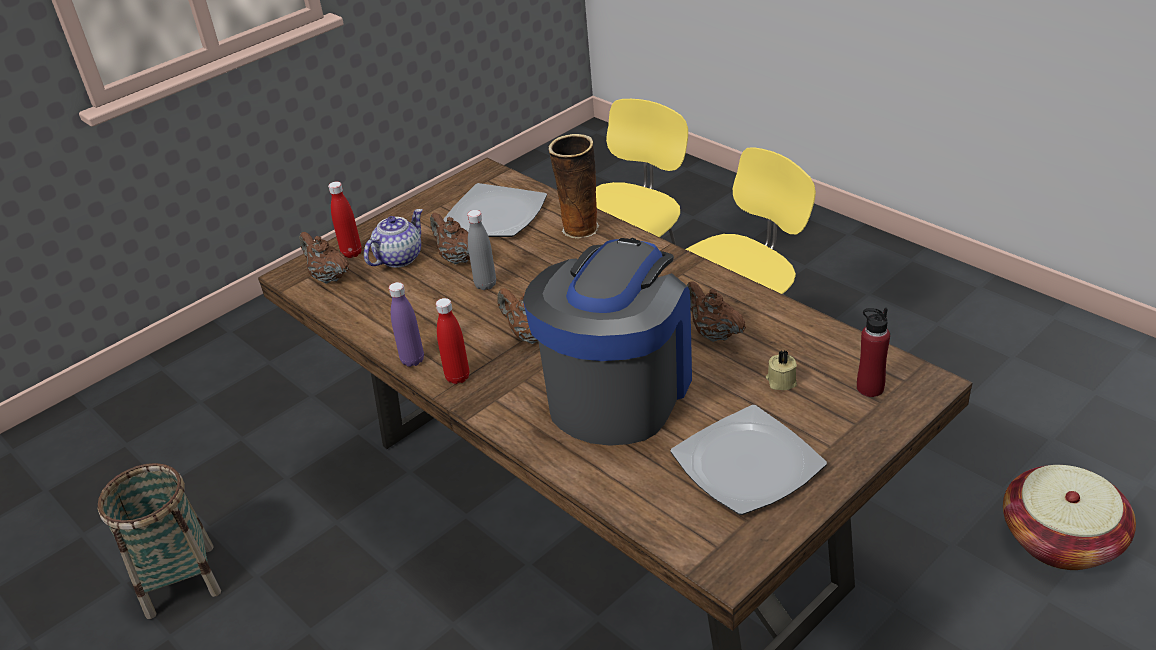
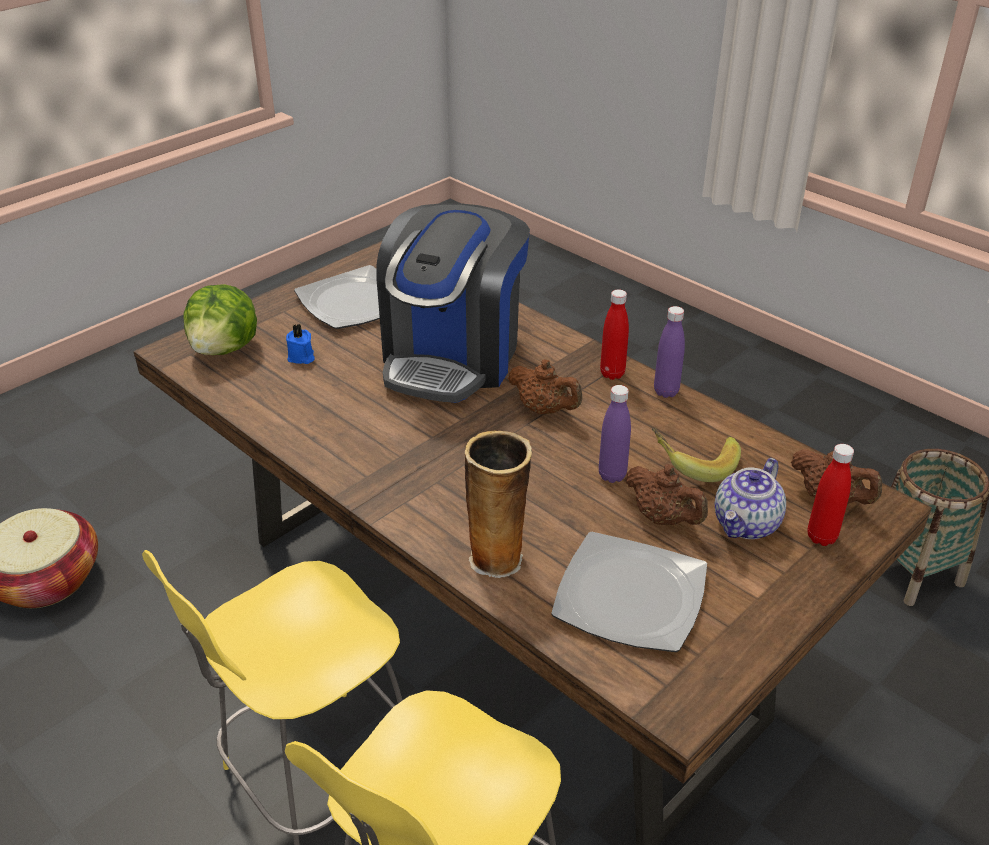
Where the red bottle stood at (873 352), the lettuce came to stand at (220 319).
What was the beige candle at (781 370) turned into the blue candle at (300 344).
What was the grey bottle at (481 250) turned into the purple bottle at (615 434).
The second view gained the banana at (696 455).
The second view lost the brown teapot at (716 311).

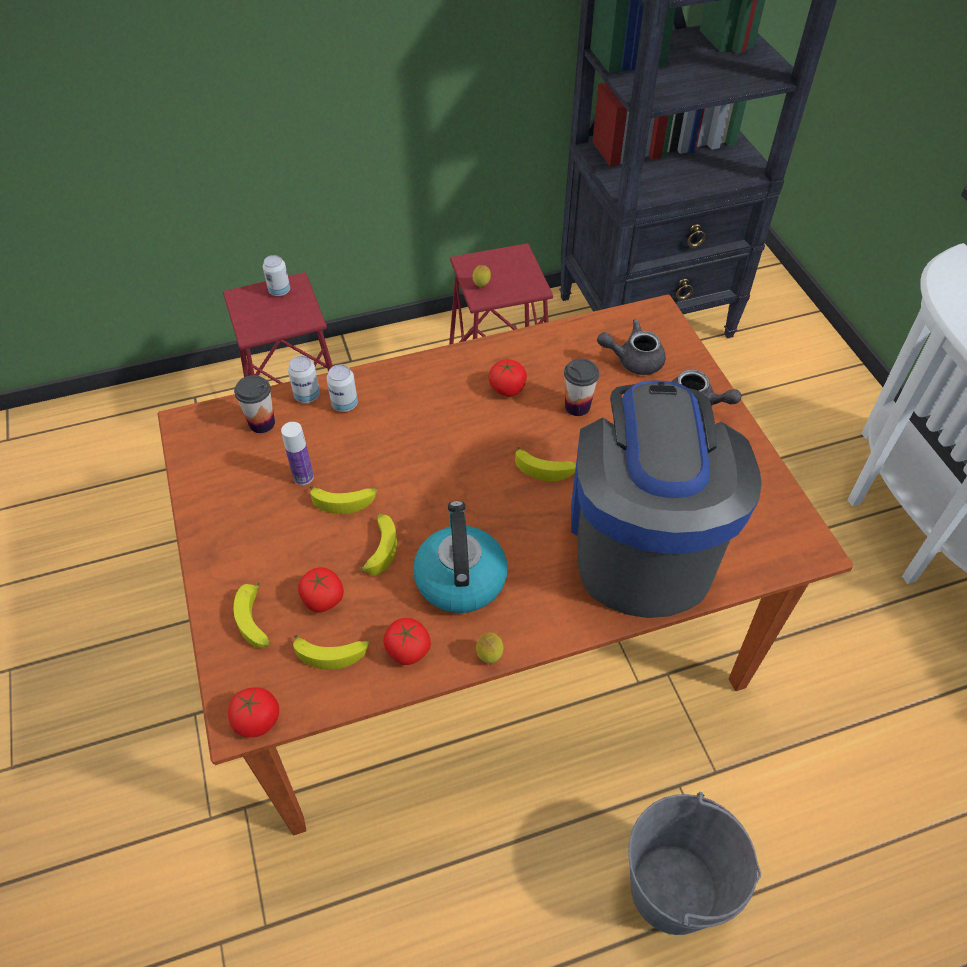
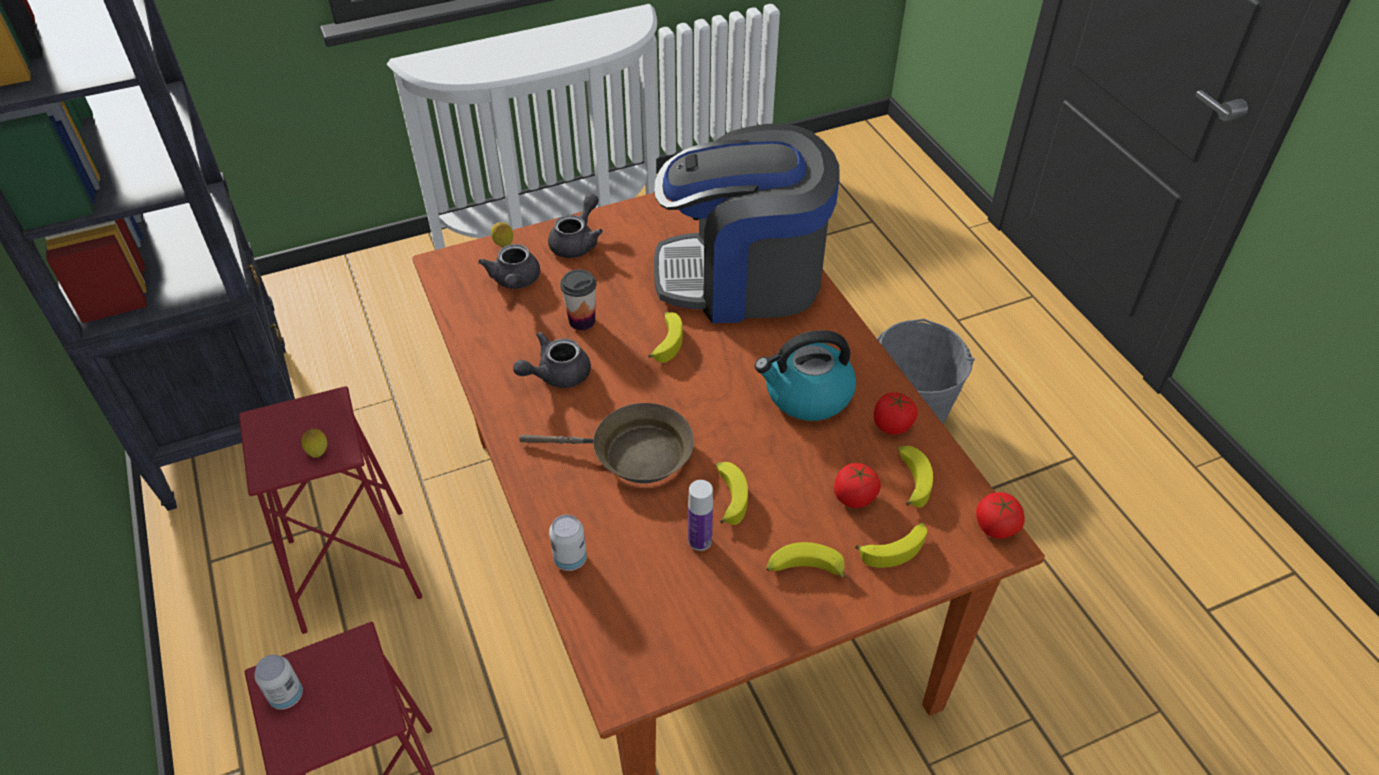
The lemon ended up elsewhere, having gone from (489 648) to (502 234).
Where the tomato stood at (508 377), the grey teapot came to stand at (552 360).
The second view gained the brown frying pan at (607 443).
The banana ended up elsewhere, having gone from (378 544) to (806 560).
The second view lost the cup at (254 404).
The second view lost the can at (342 388).

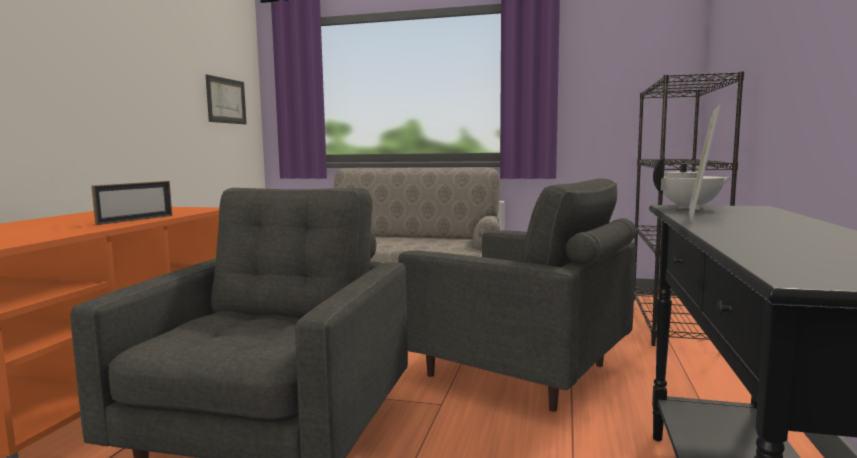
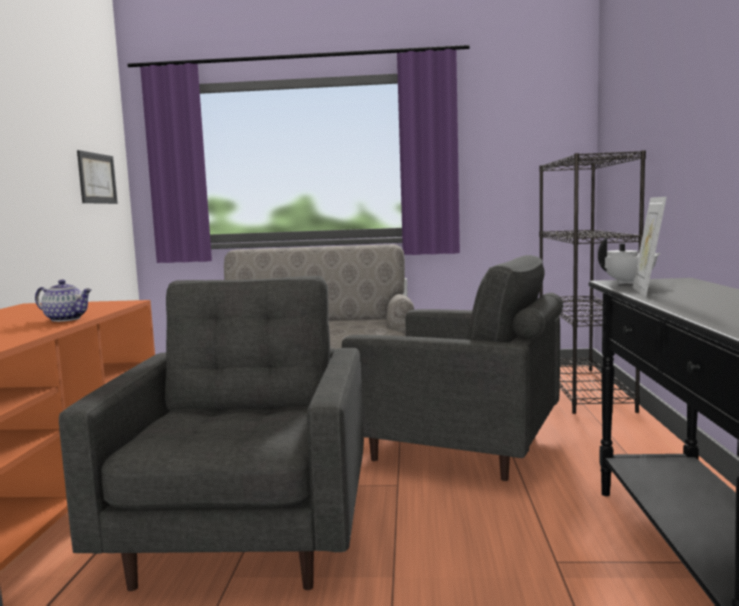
Where the picture frame stood at (131 203), the teapot came to stand at (63 301).

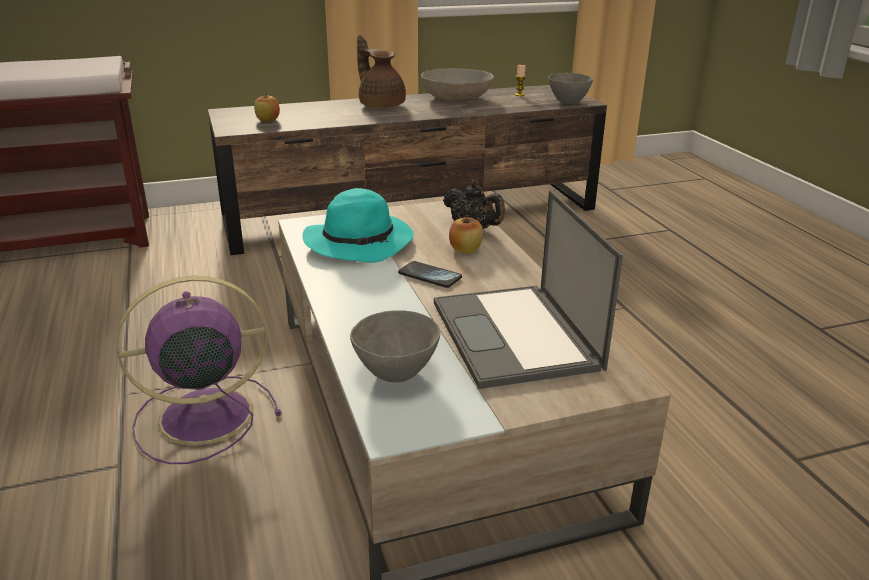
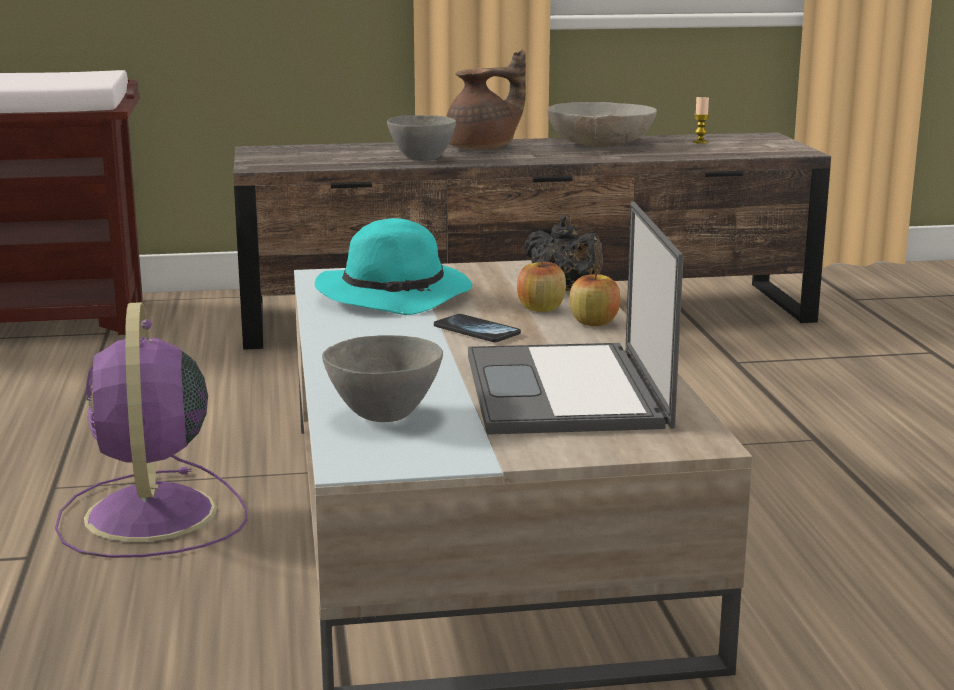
The purple fan at (199 370) ended up facing another way, 90 degrees counterclockwise from before.
The grey bowl ended up elsewhere, having gone from (570 88) to (421 138).
The brown teapot at (381 71) ended up facing another way, 90 degrees clockwise from before.
The apple ended up elsewhere, having gone from (267 107) to (595 298).

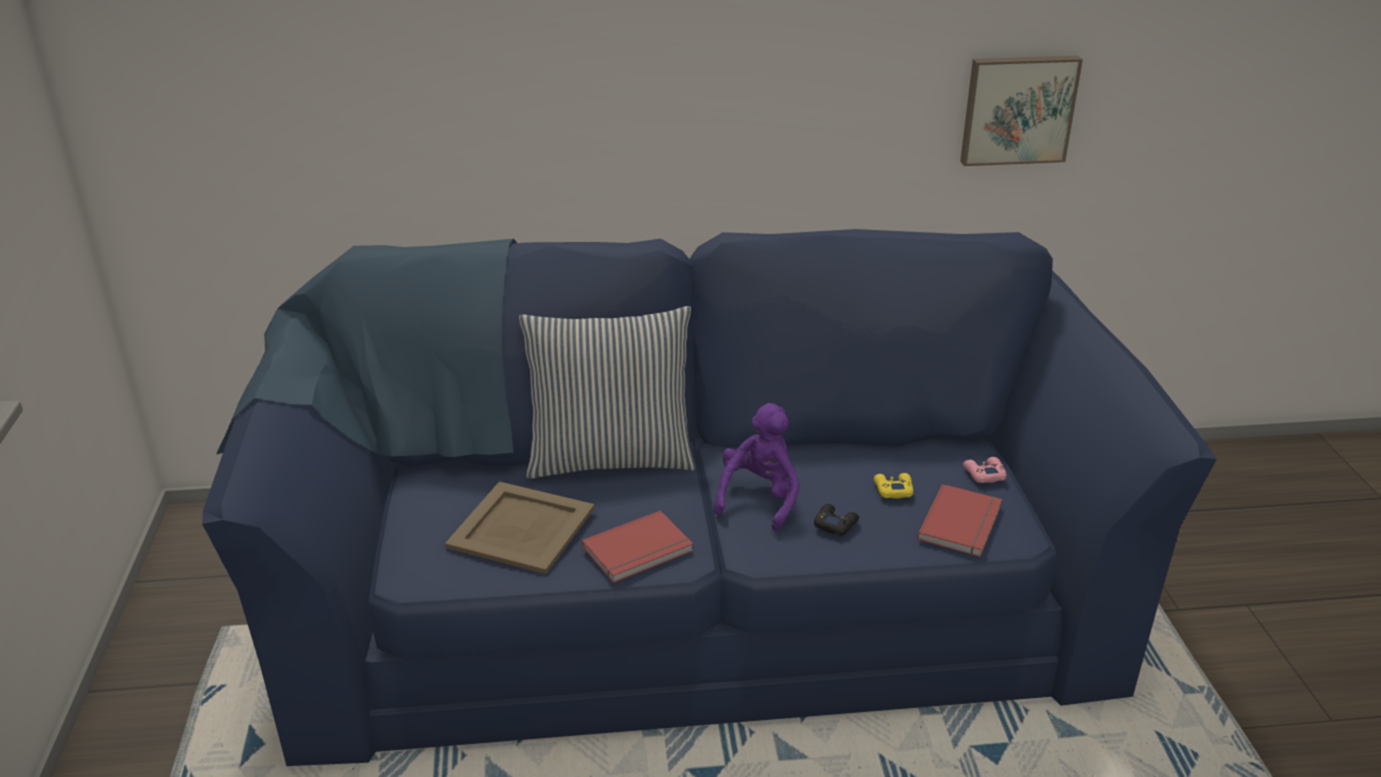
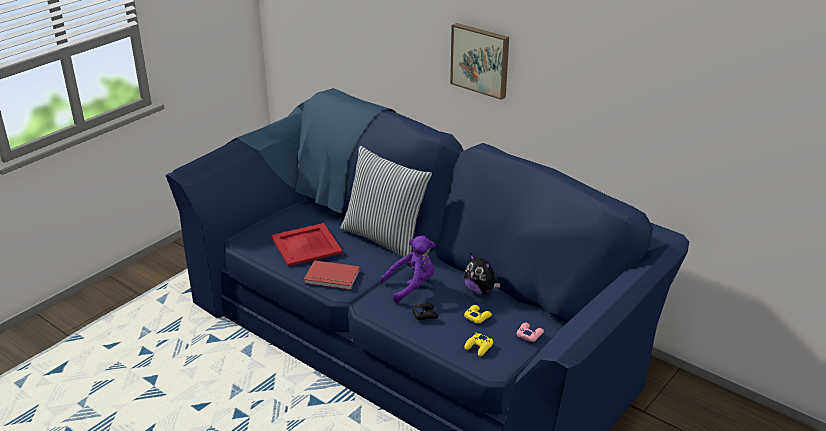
What was the beige tray at (520 528) turned into the red tray at (307 244).
The picture ended up elsewhere, having gone from (1021 111) to (479 61).
The second view gained the plush toy at (482 274).
Where the red book stood at (959 520), the yellow game controller came to stand at (478 344).

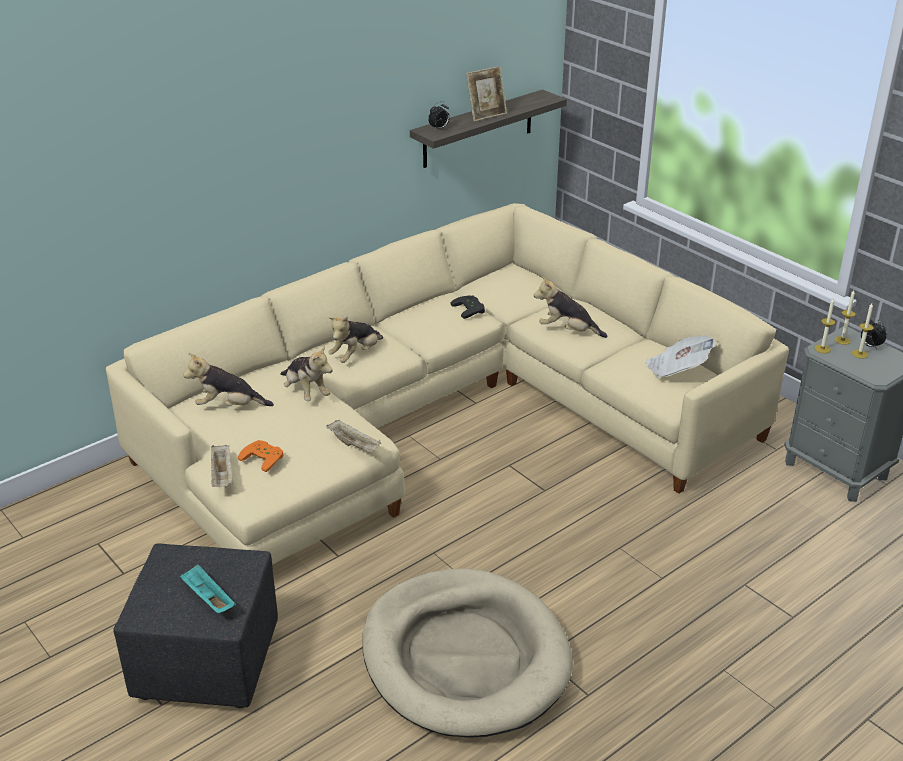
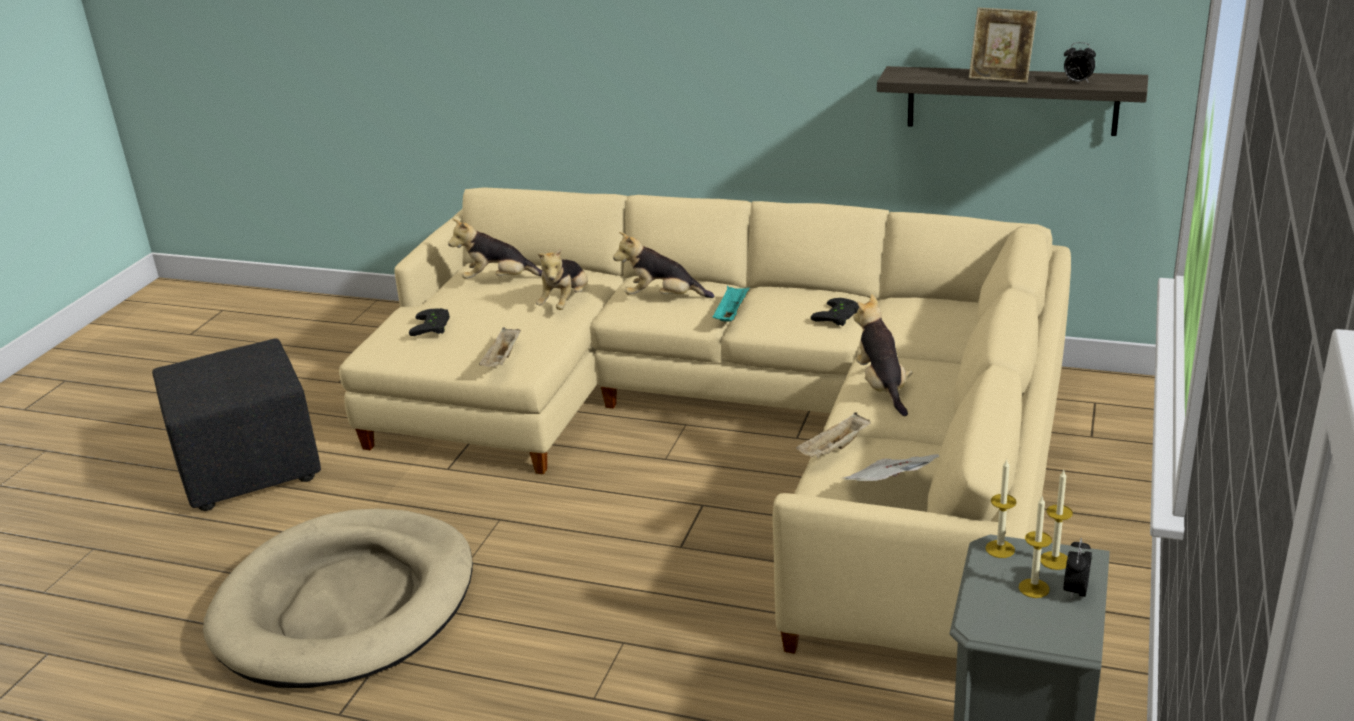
What was the orange game controller at (260 456) turned into the black game controller at (429 322).
The plush toy at (228 379) ended up facing another way, 60 degrees counterclockwise from before.
The turquoise tray ended up elsewhere, having gone from (208 588) to (731 304).
The beige tray ended up elsewhere, having gone from (222 465) to (833 435).
The alarm clock ended up elsewhere, having gone from (439 116) to (1080 62).

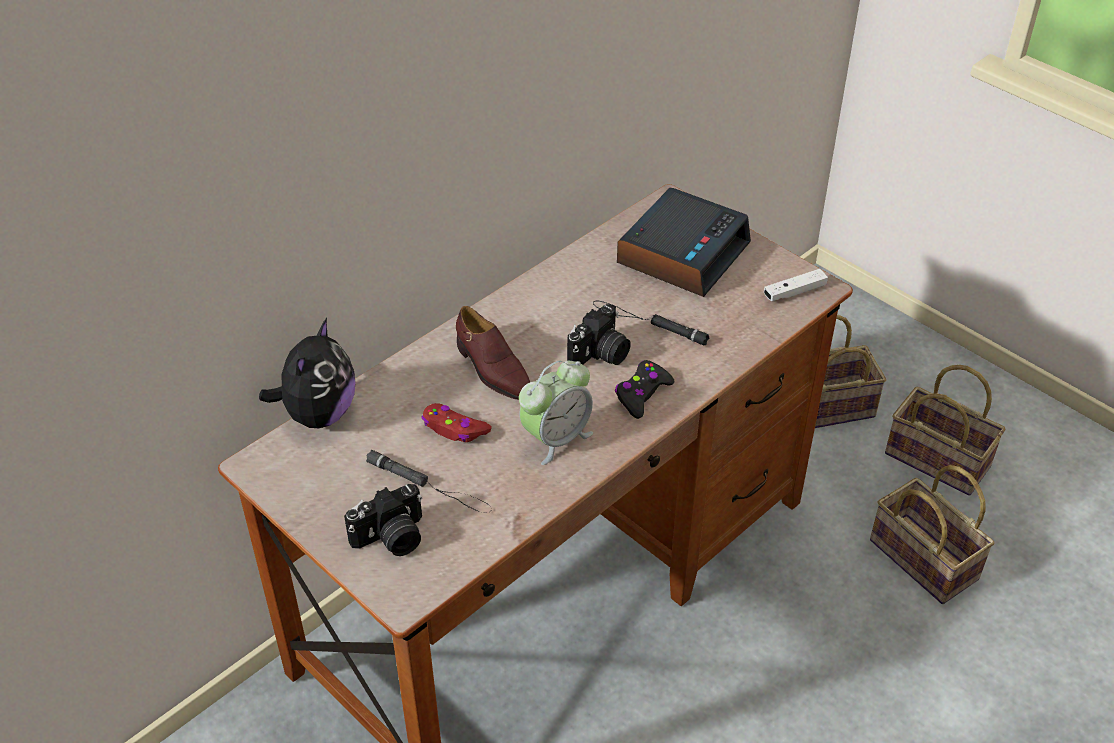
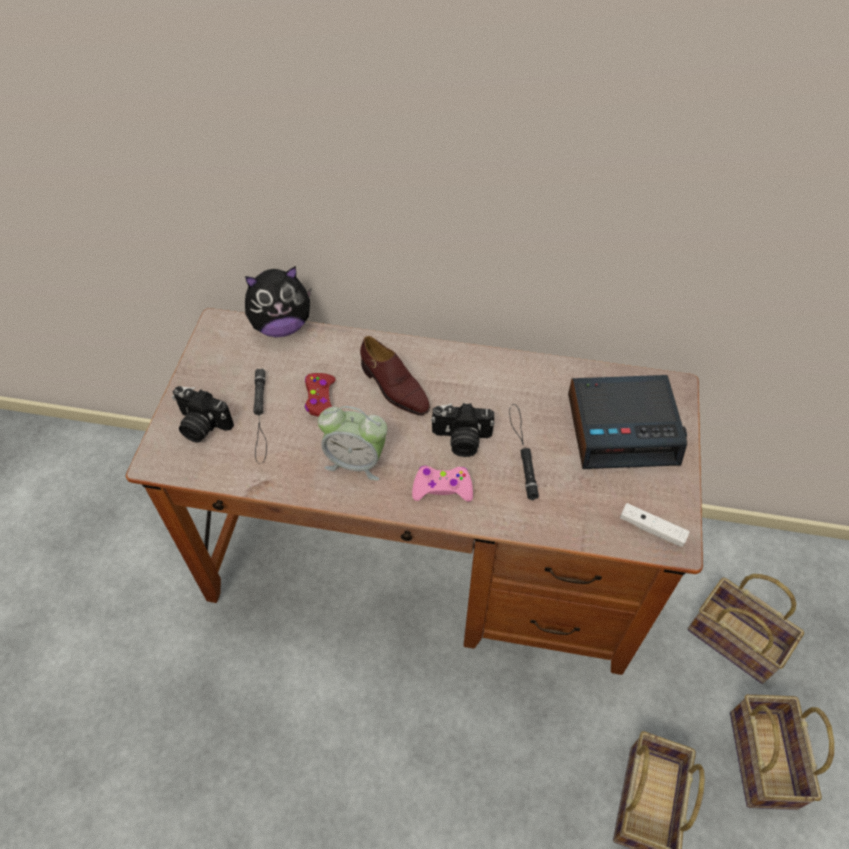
The brown shoe at (493 353) ended up facing another way, 60 degrees counterclockwise from before.
What was the black game controller at (645 389) turned into the pink game controller at (442 484).

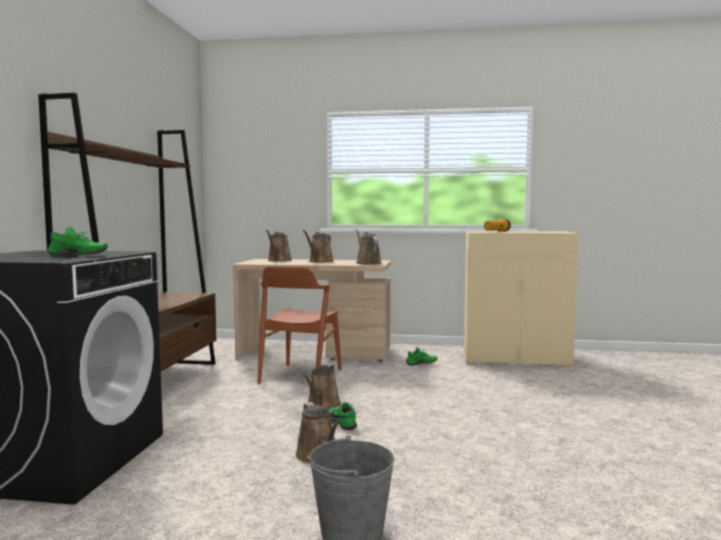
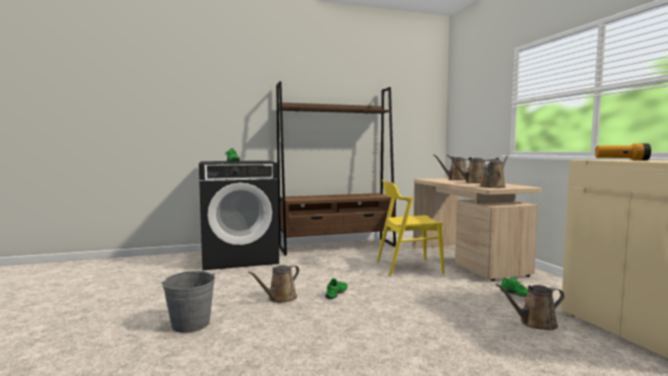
What was the brown chair at (299 325) turned into the yellow chair at (411 228).
The brown watering can ended up elsewhere, having gone from (322 387) to (530 307).

